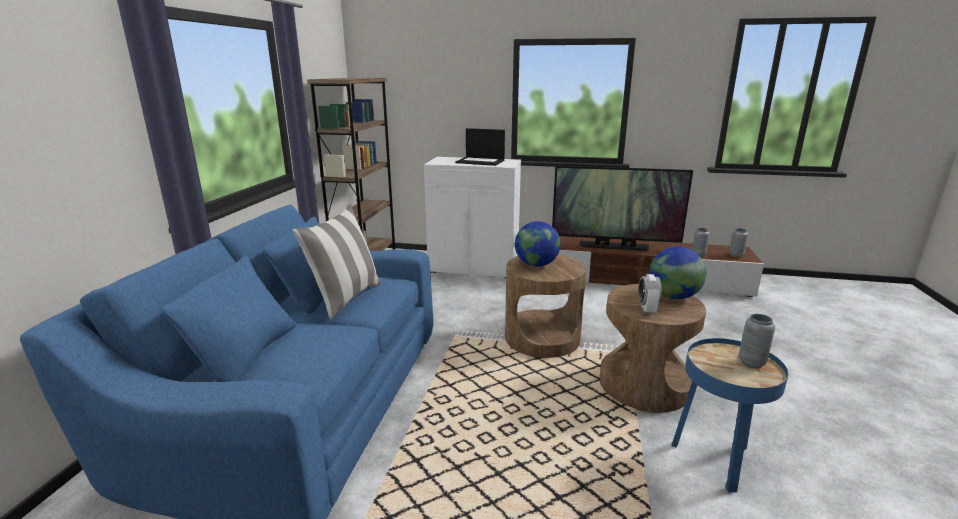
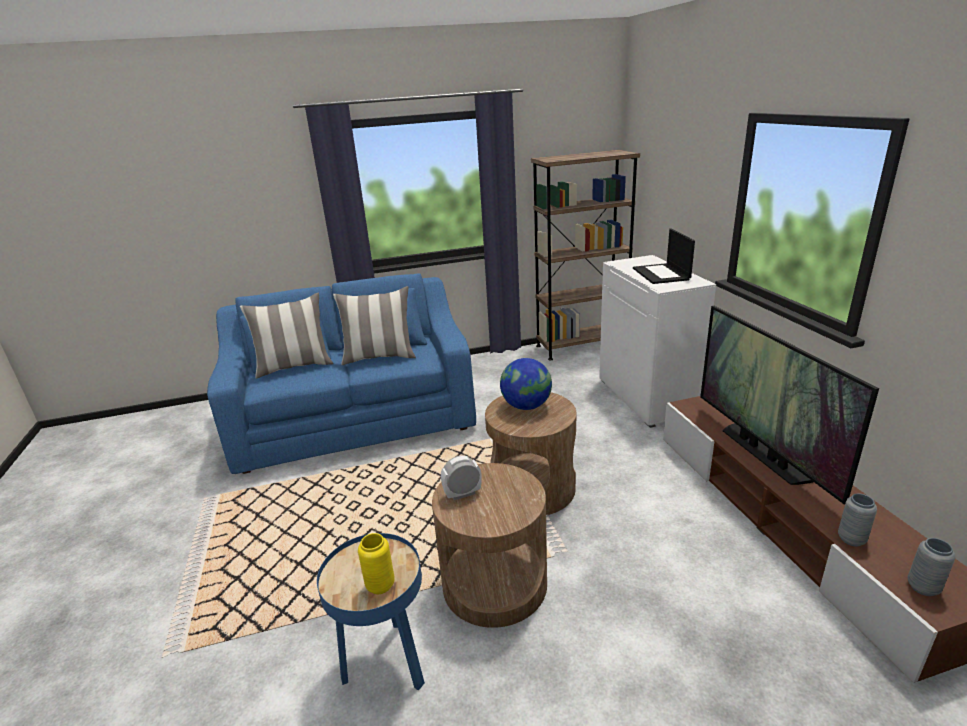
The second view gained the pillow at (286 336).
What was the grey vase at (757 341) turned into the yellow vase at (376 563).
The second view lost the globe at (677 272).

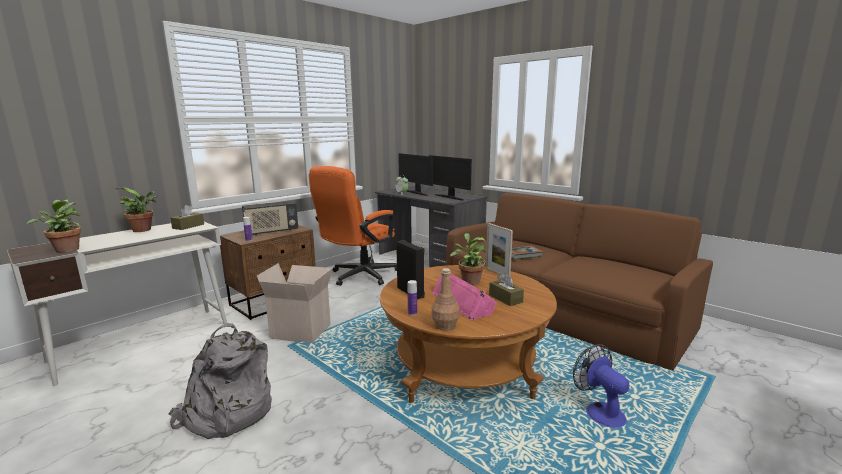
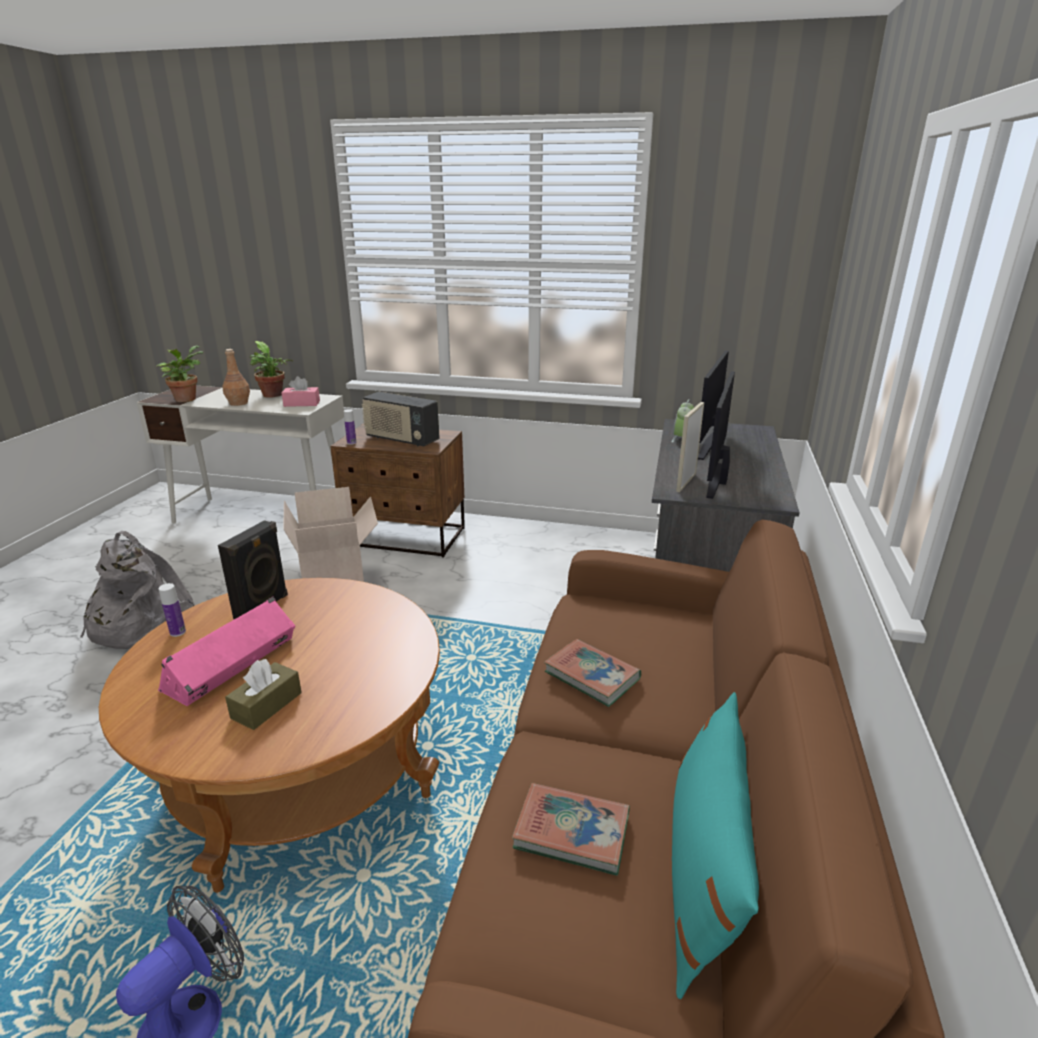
The brown bottle ended up elsewhere, having gone from (446 299) to (236 377).
What was the brown tissue box at (187 217) turned into the pink tissue box at (301 391).
The second view gained the book at (571 829).
The second view gained the turquoise pillow at (715 845).
The picture frame ended up elsewhere, having gone from (499 250) to (690 447).
The second view lost the orange office chair at (353 226).
The second view lost the potted plant at (468 259).

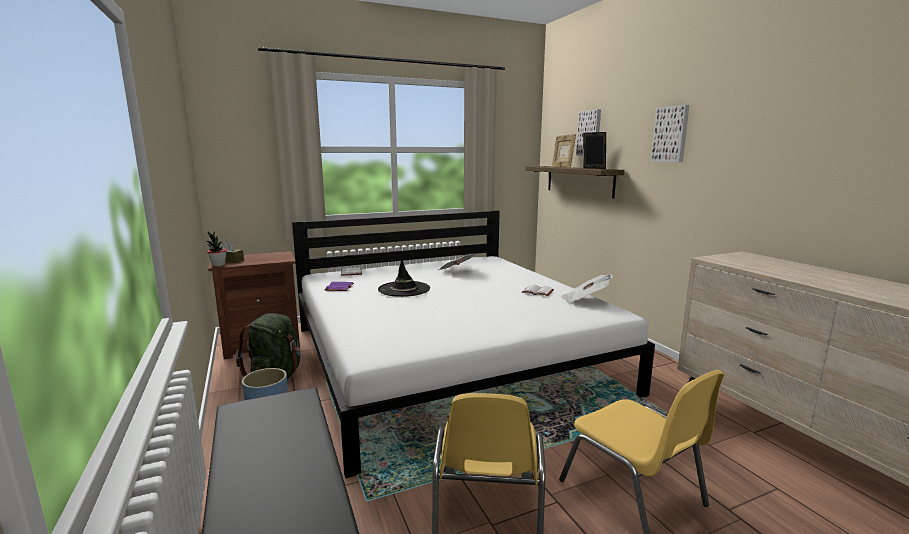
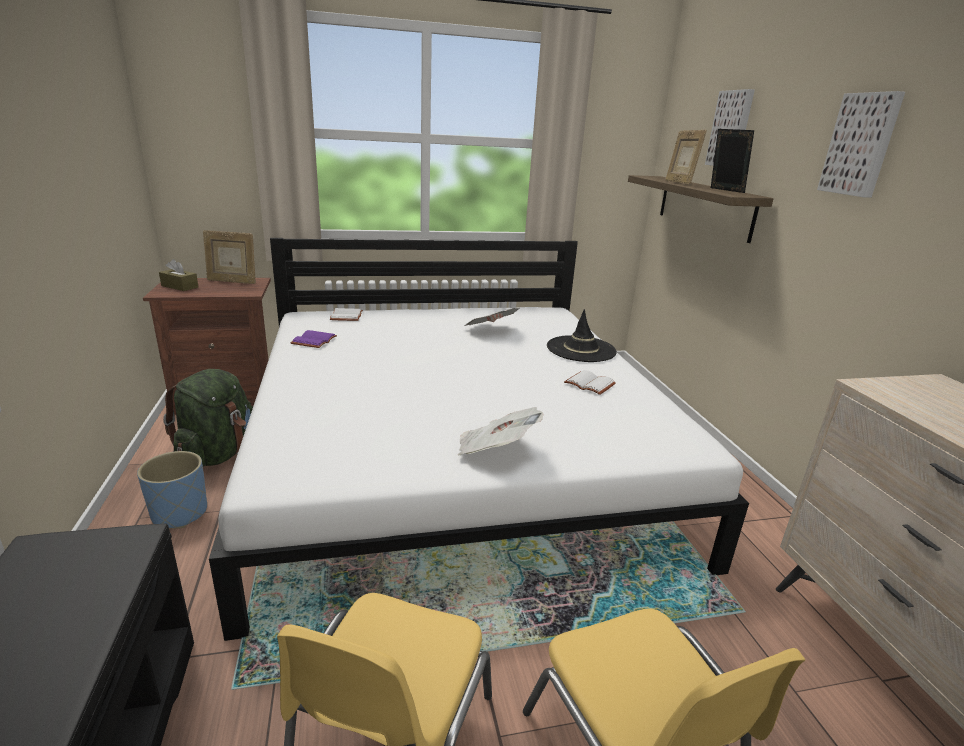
The second view gained the picture frame at (229 257).
The newspaper ended up elsewhere, having gone from (587 288) to (501 431).
The black hat ended up elsewhere, having gone from (404 278) to (582 335).
The second view lost the potted plant at (217 249).

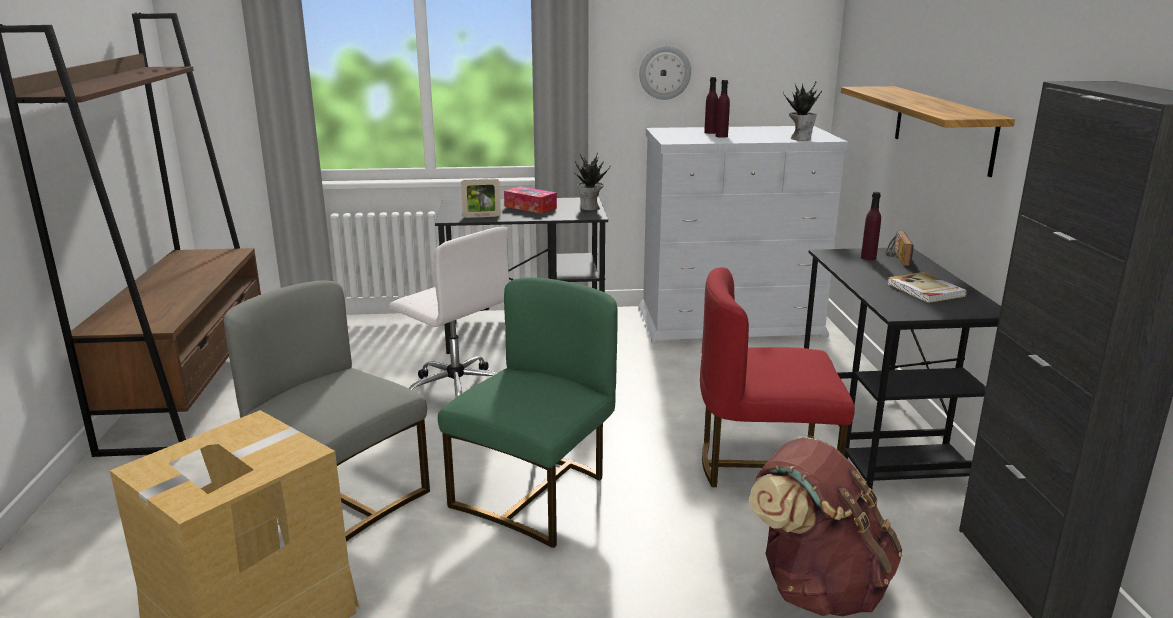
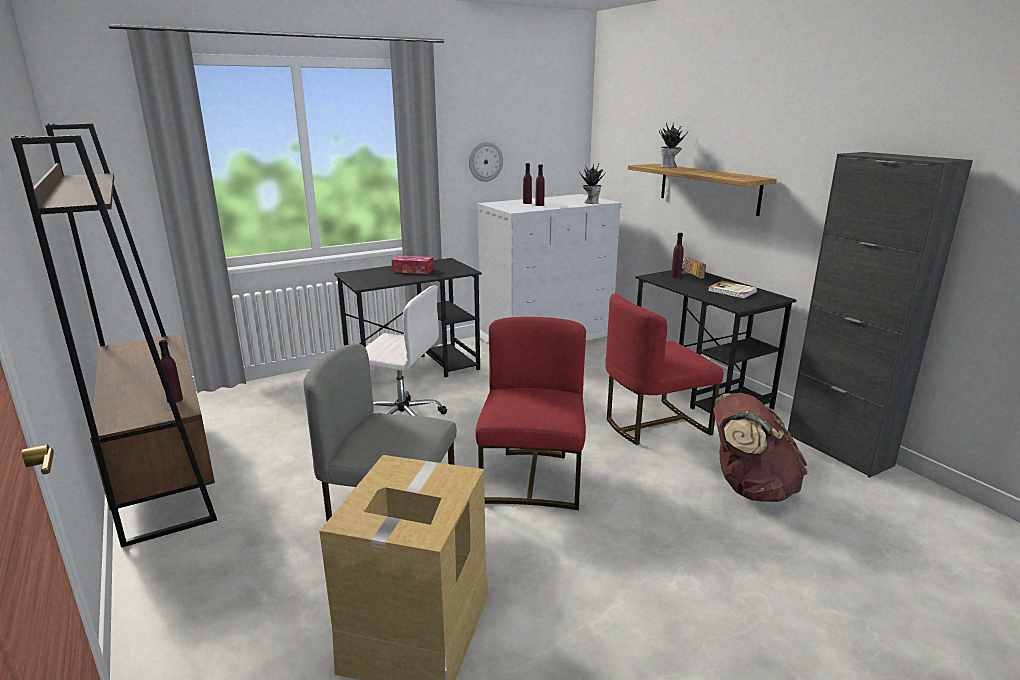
The second view gained the purple bottle at (171 371).
What was the green chair at (527 412) turned into the red chair at (530 413).
The potted plant ended up elsewhere, having gone from (591 181) to (673 145).
The second view lost the picture frame at (481 198).

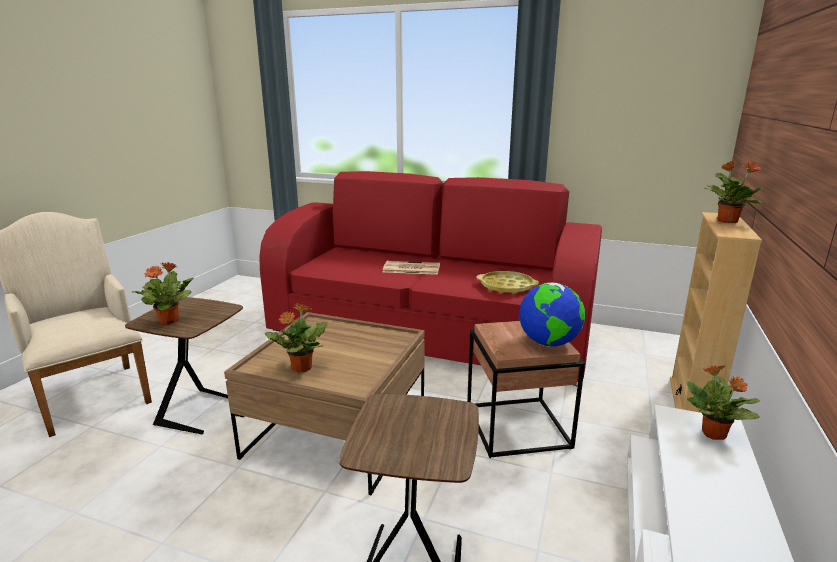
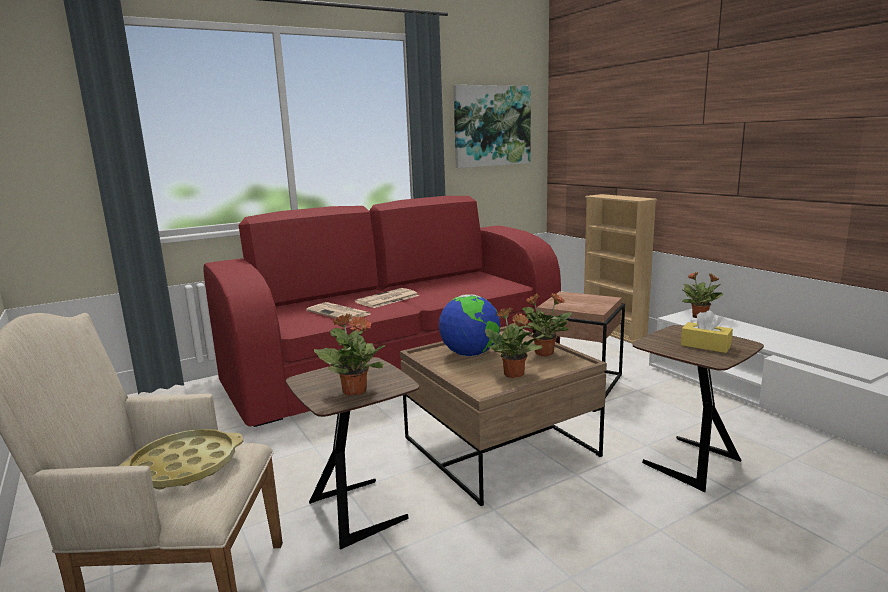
The yellow tray ended up elsewhere, having gone from (508 282) to (181 459).
The second view gained the newspaper at (338 311).
The globe ended up elsewhere, having gone from (552 315) to (470 325).
The second view gained the picture at (492 126).
The potted plant ended up elsewhere, having gone from (736 192) to (546 325).
The second view gained the yellow tissue box at (707 331).

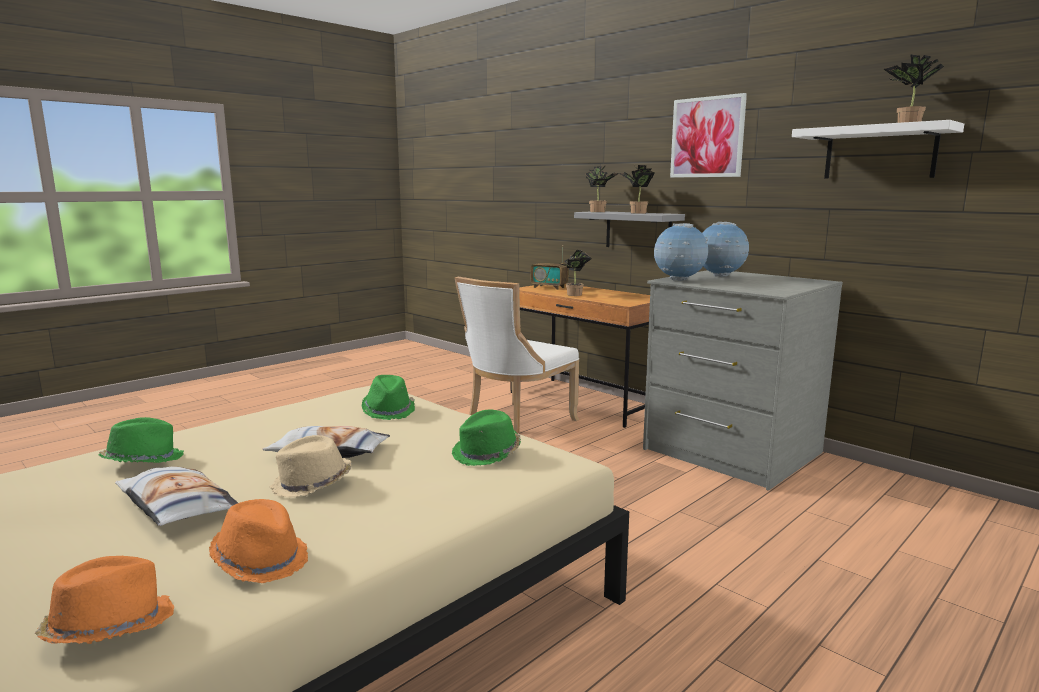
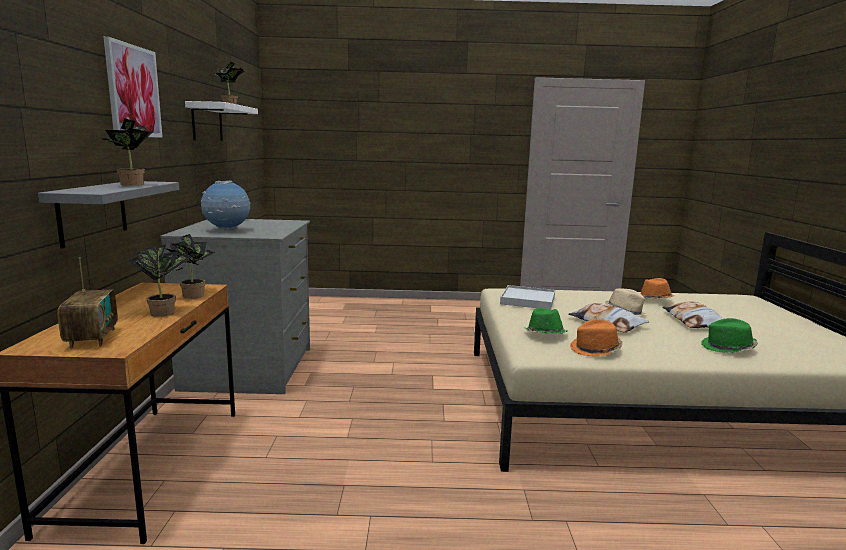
The potted plant ended up elsewhere, having gone from (602 189) to (190 266).
Where the green hat stood at (486 438), the white tray came to stand at (527 297).
The orange hat ended up elsewhere, having gone from (104 600) to (596 338).
The second view lost the white chair at (517 355).
The second view lost the globe at (681 252).

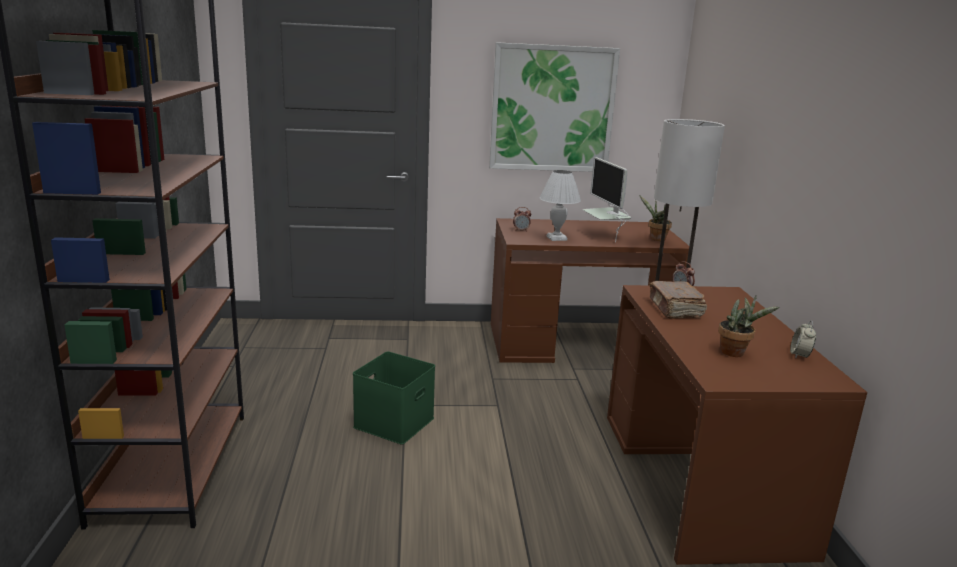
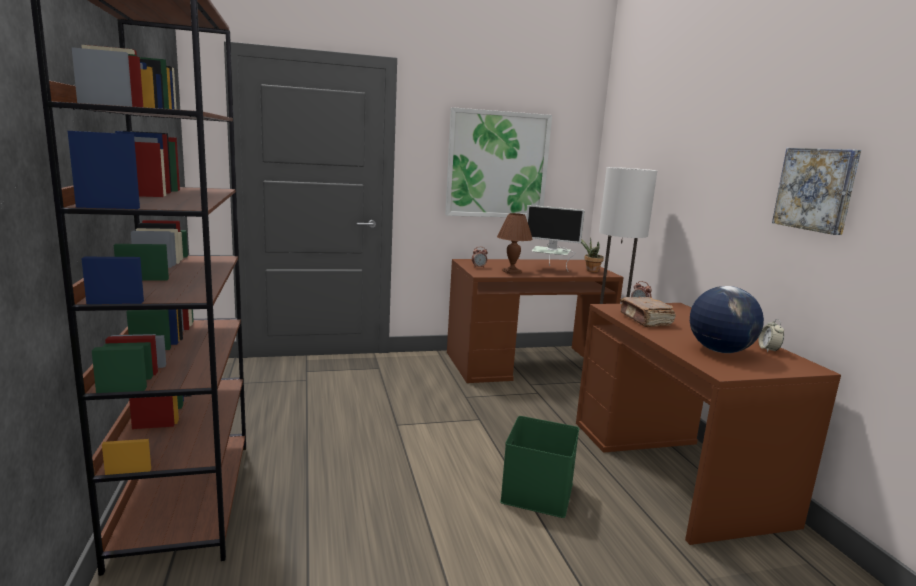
What was the white table lamp at (560 205) turned into the brown table lamp at (515 243).
The green storage box ended up elsewhere, having gone from (394 398) to (539 467).
The monitor at (607 199) ended up facing another way, 45 degrees counterclockwise from before.
Where the potted plant stood at (749 326), the globe came to stand at (727 319).
The second view gained the picture at (816 191).

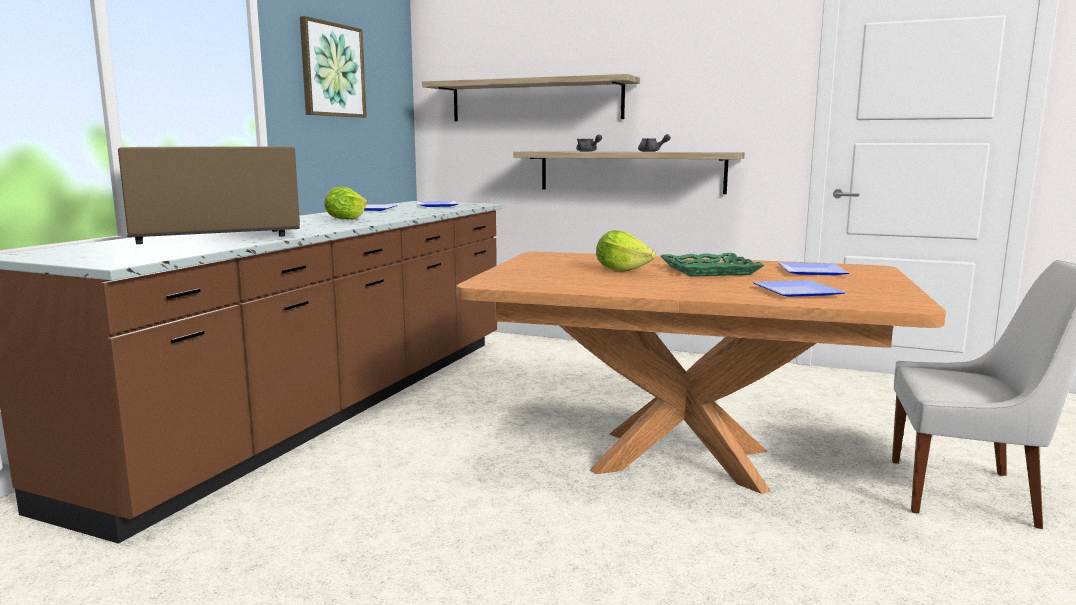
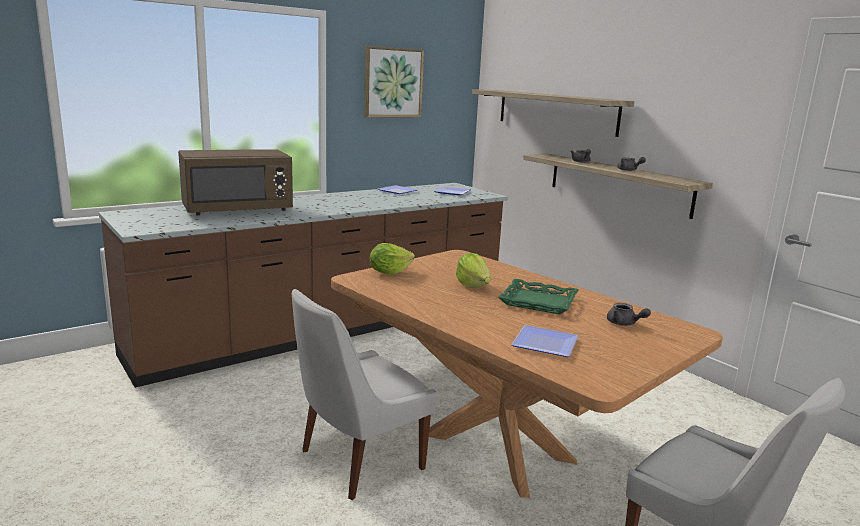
The brown microwave at (209 195) ended up facing another way, 150 degrees clockwise from before.
The second view gained the white chair at (364 394).
The lettuce ended up elsewhere, having gone from (345 203) to (392 258).
Where the plate stood at (814 268), the grey teapot came to stand at (629 314).

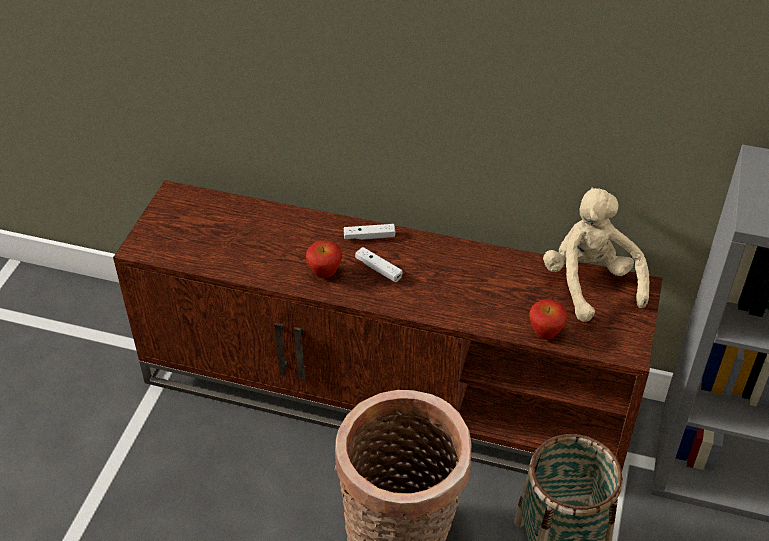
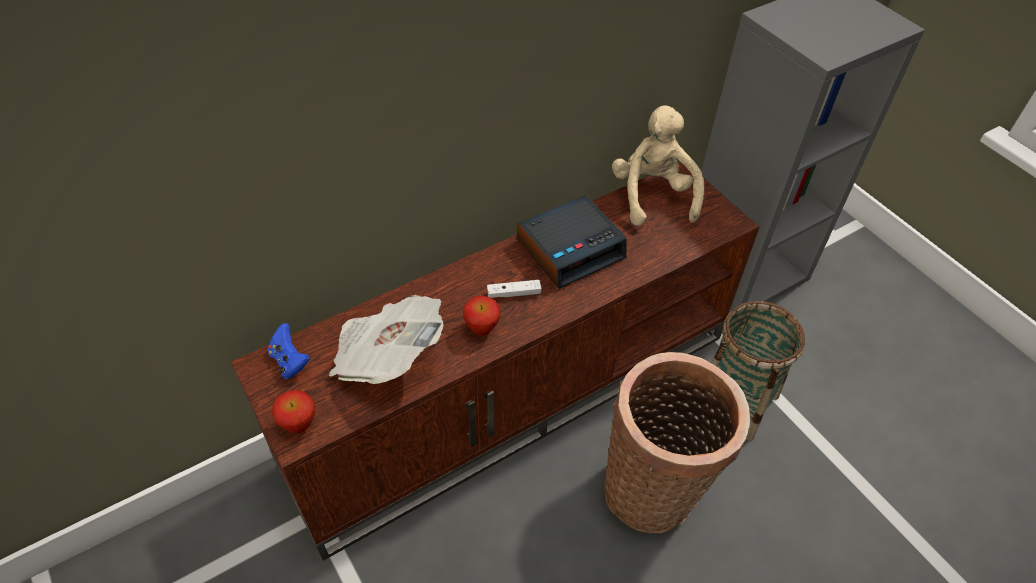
The second view gained the blue game controller at (289 351).
The apple ended up elsewhere, having gone from (548 320) to (293 411).
The second view gained the newspaper at (386 339).
The second view gained the alarm clock at (572 242).
The beige plush toy at (596 255) ended up facing another way, 60 degrees clockwise from before.
The second view lost the white game controller at (369 232).

